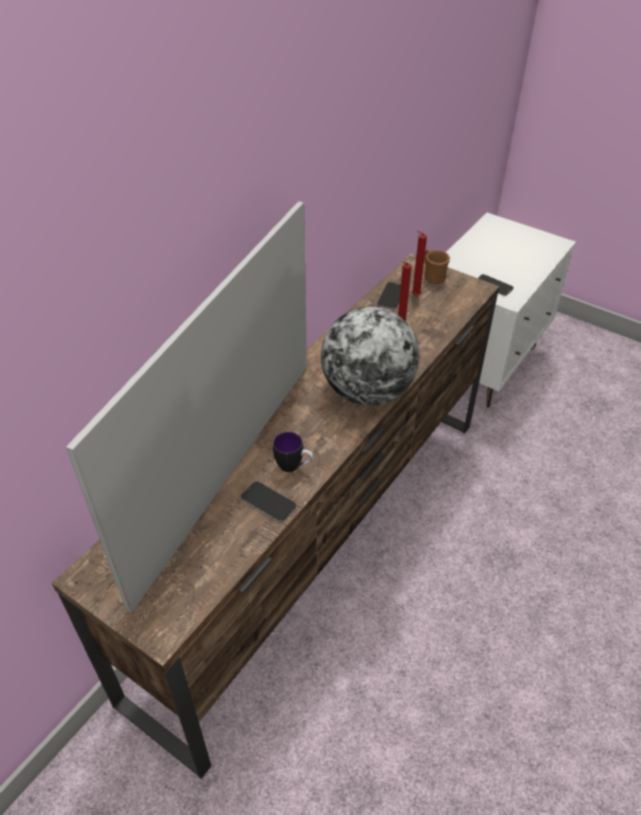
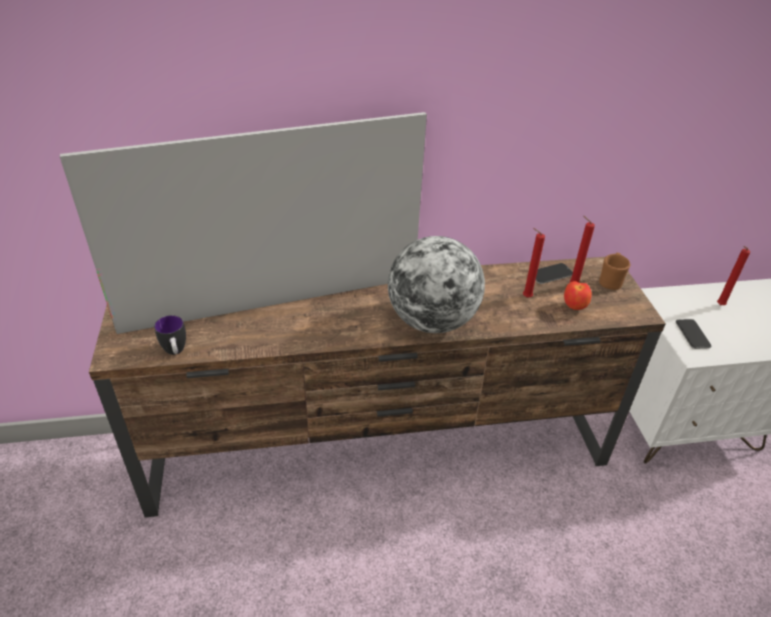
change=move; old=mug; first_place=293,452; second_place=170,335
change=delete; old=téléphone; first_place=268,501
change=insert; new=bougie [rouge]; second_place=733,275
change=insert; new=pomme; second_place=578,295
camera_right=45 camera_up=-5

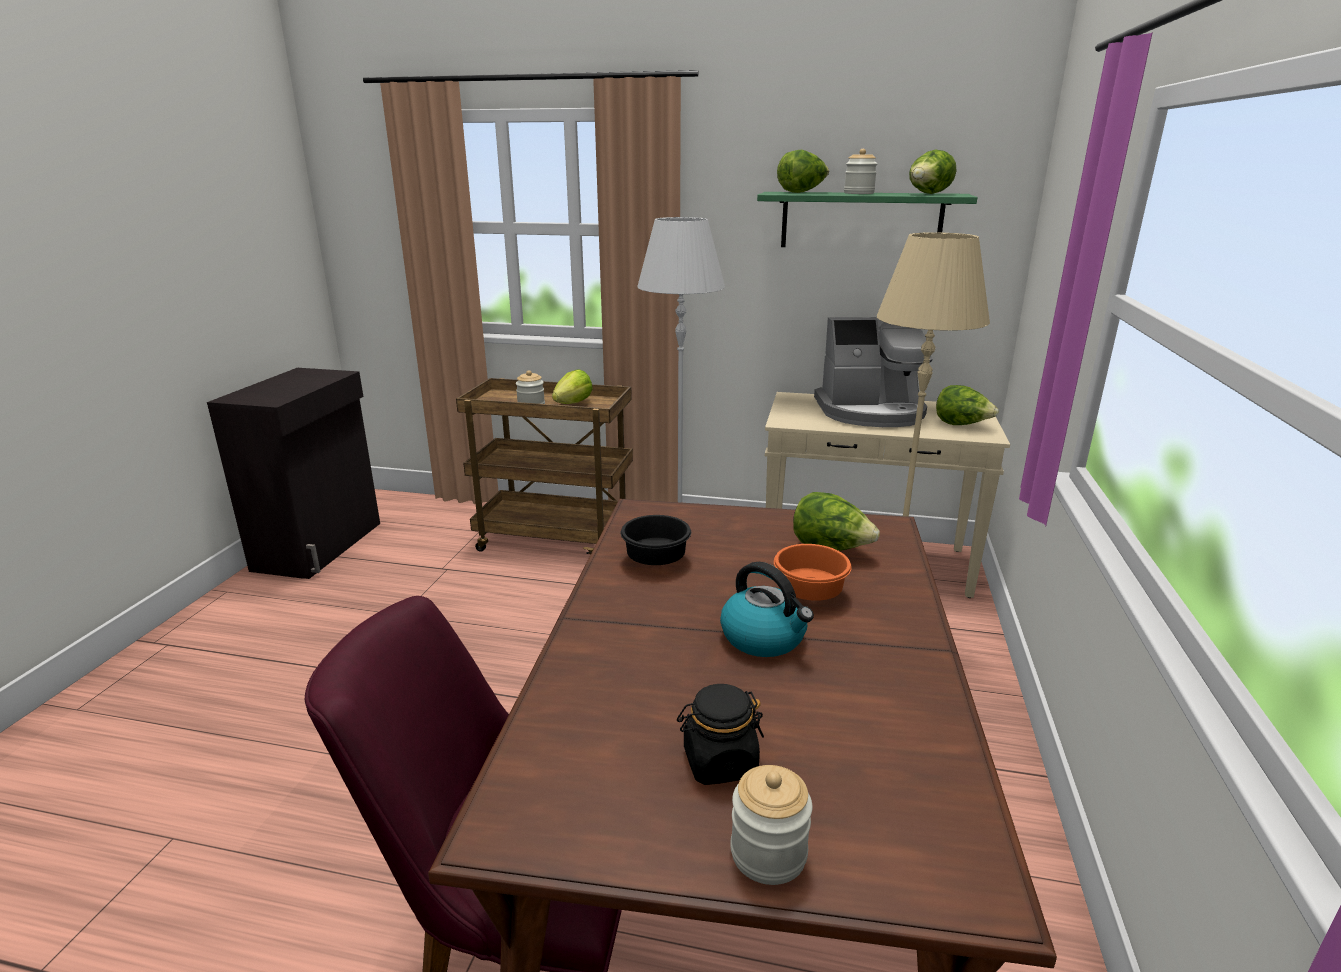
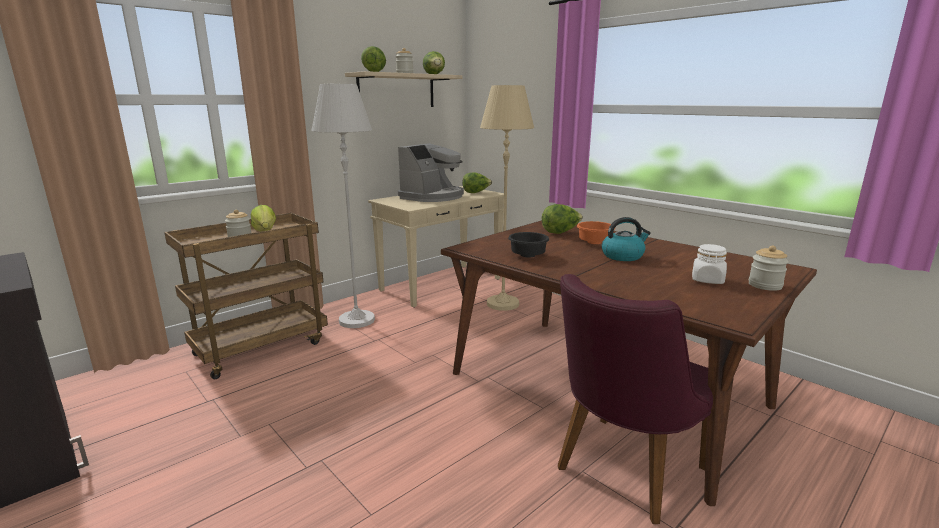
change=recolor; old=étagère [vert]; new=étagère [beige]; first_place=867,219; second_place=404,89
change=recolor; old=bocal [noir]; new=bocal [blanc]; first_place=720,734; second_place=709,264
camera_right=-55 camera_up=-5

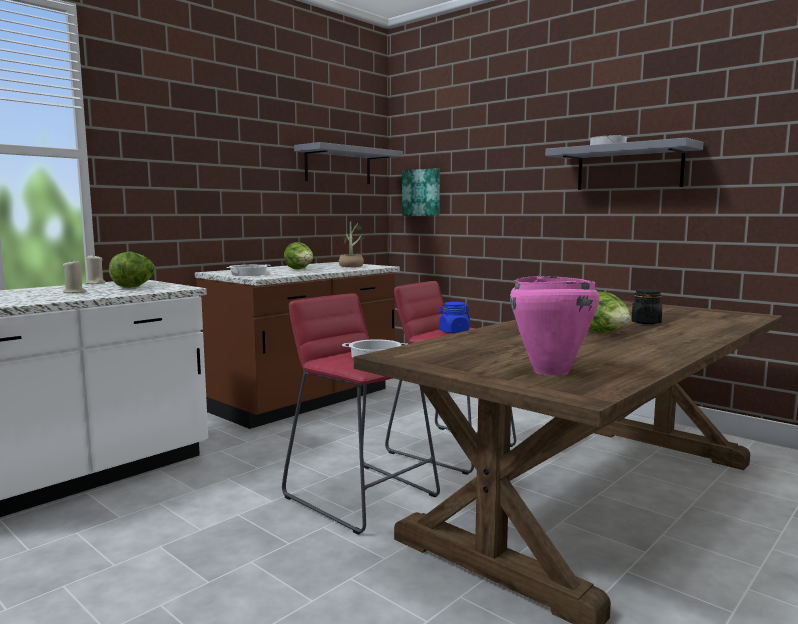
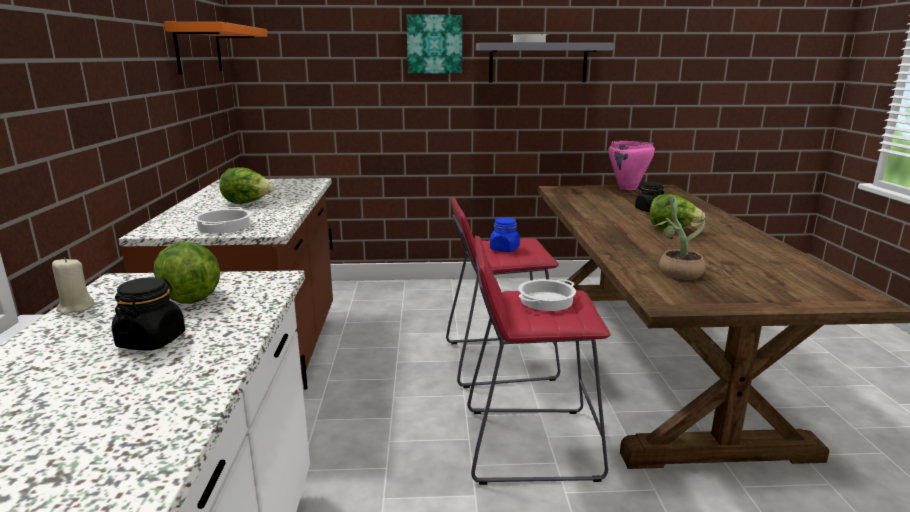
change=recolor; old=étagère [gris]; new=étagère [orange]; first_place=348,163; second_place=215,48
change=move; old=tableau; first_place=421,192; second_place=434,44
change=move; old=plante en pot; first_place=352,244; second_place=678,238
change=replace; old=bougie [beige]; new=bocal [noir]; first_place=74,277; second_place=148,313
change=move; old=marmite [rose]; first_place=555,326; second_place=631,165
camera_right=-45 camera_up=10

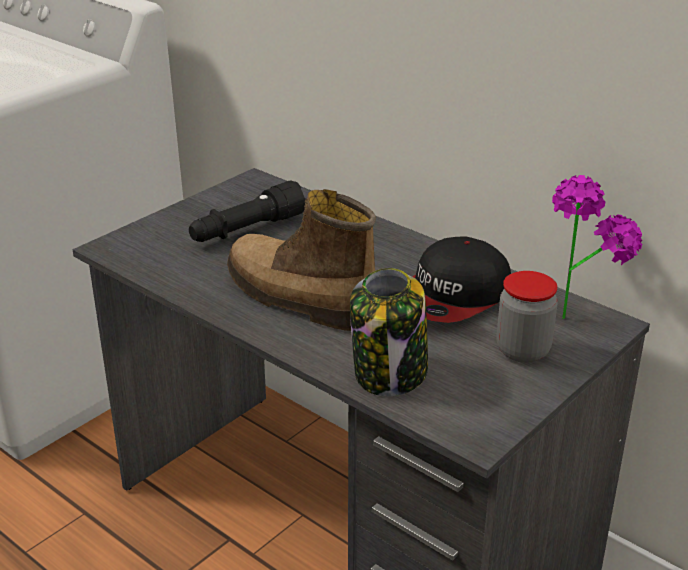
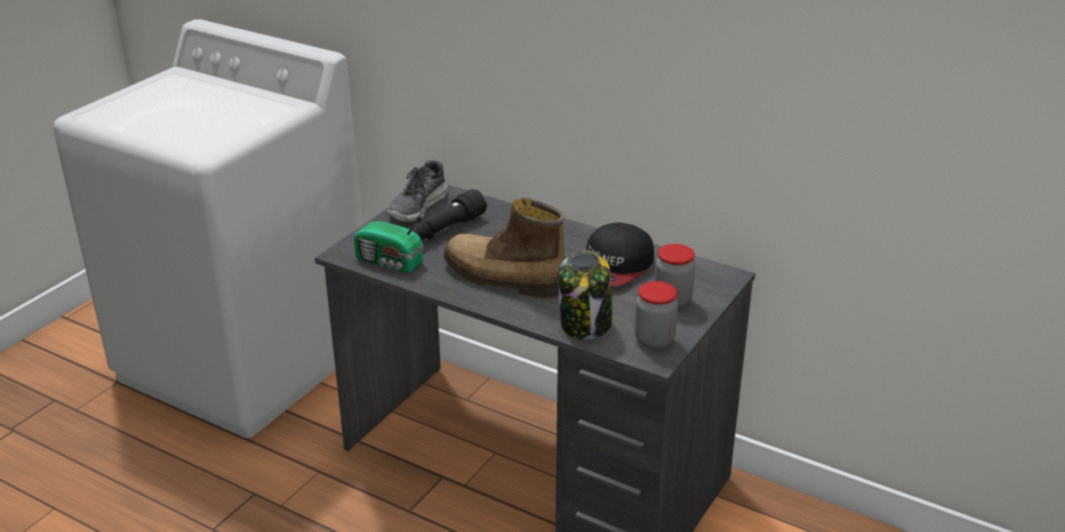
change=delete; old=plante en pot; first_place=597,247
change=insert; new=chaussure; second_place=417,191
change=insert; new=radio; second_place=390,239
change=insert; new=bocal; second_place=656,315
camera_right=-10 camera_up=0

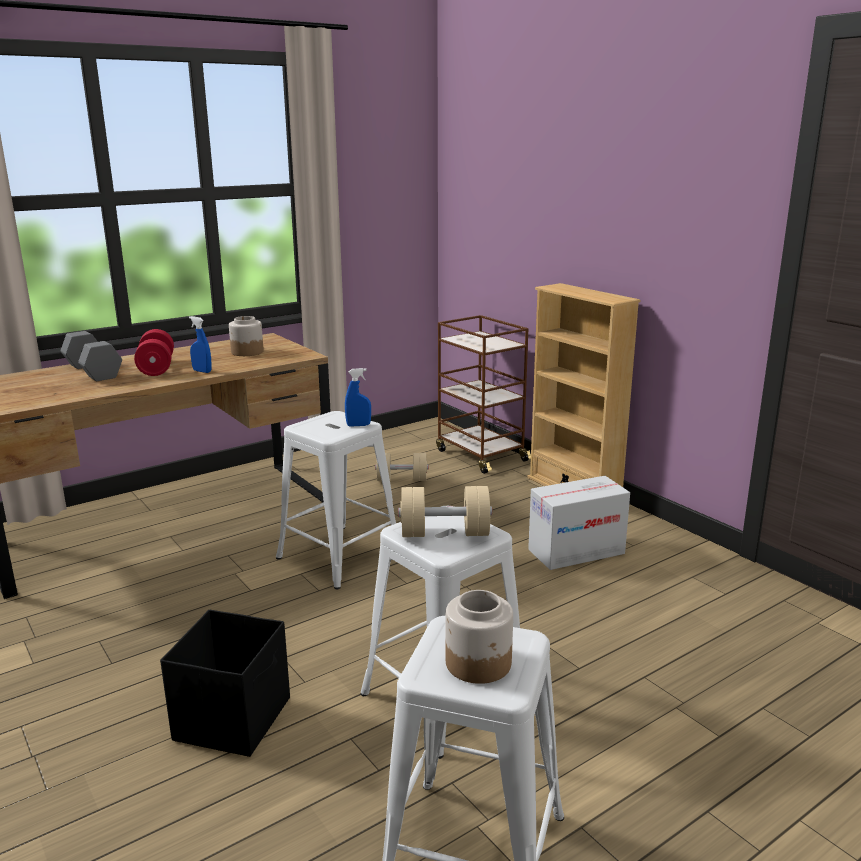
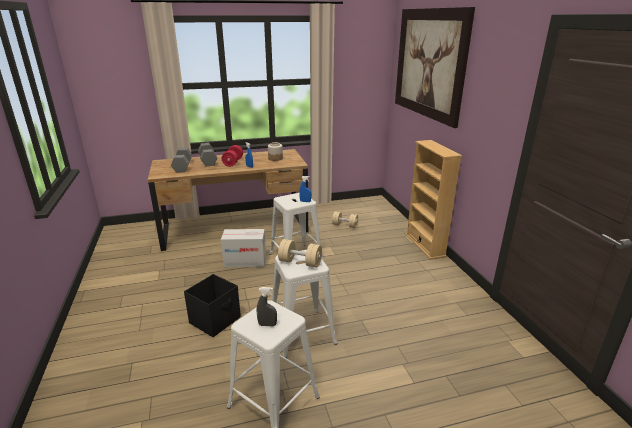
change=delete; old=chariot [marron]; first_place=483,394
change=move; old=carton; first_place=579,523; second_place=243,248
change=replace; old=bocal; new=vaporisateur [gris]; first_place=479,637; second_place=267,307
change=insert; new=tableau; second_place=435,67
change=insert; new=haltère [gris]; second_place=181,160
camera_right=20 camera_up=5

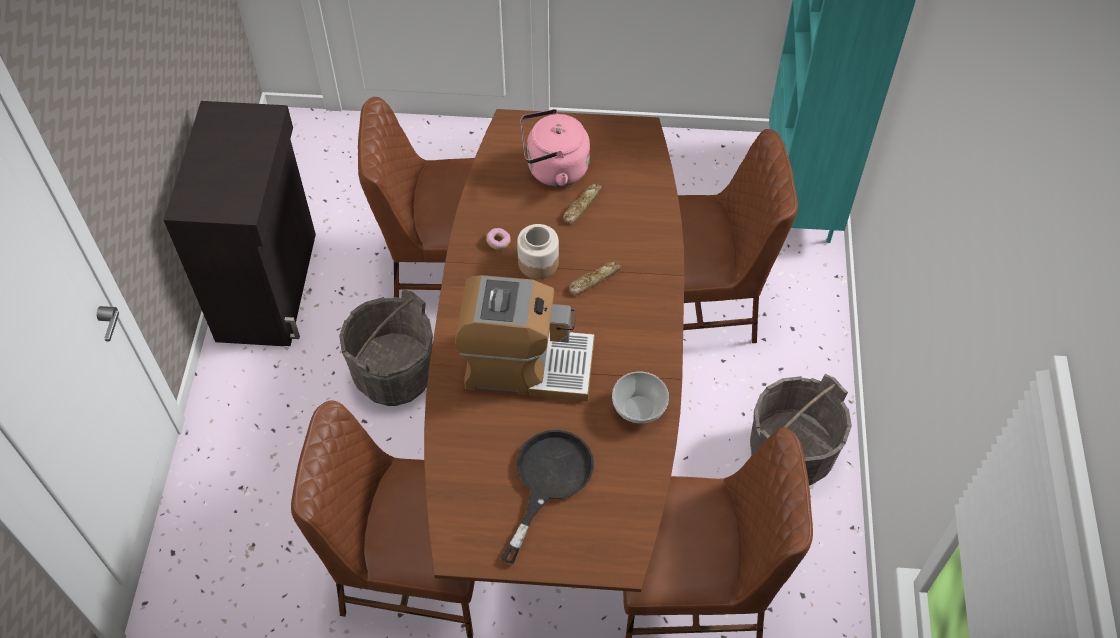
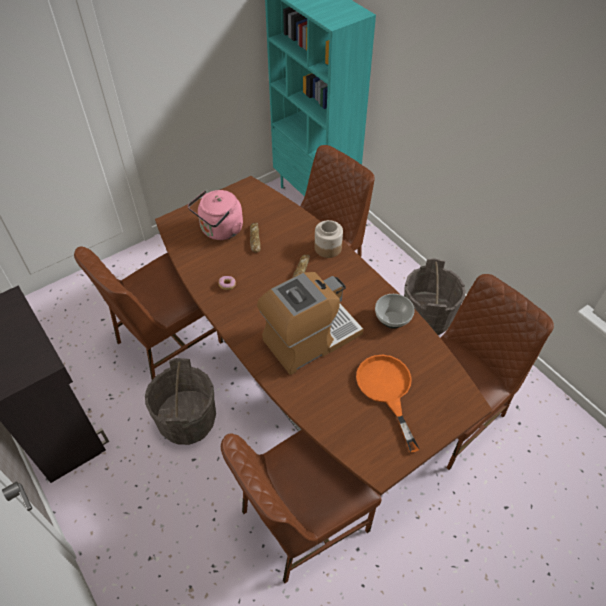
change=move; old=bocal; first_place=538,251; second_place=329,239
change=recolor; old=poêle [noir]; new=poêle [orange]; first_place=547,497; second_place=388,403
camera_right=-40 camera_up=-5

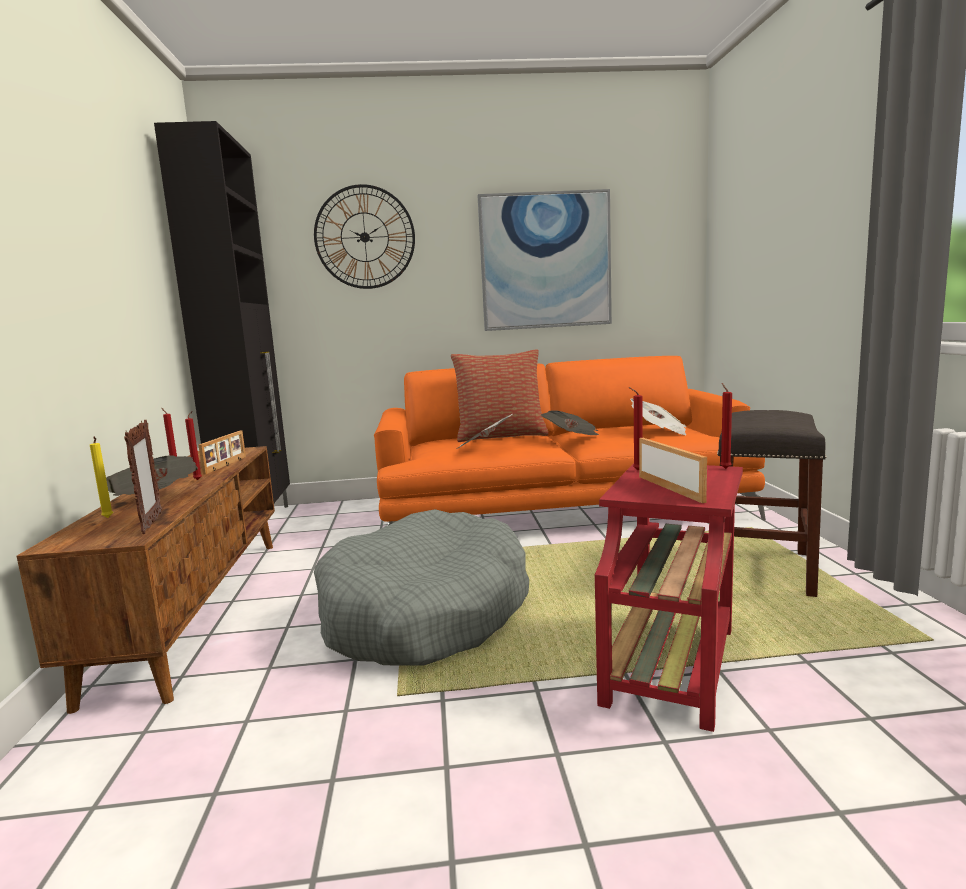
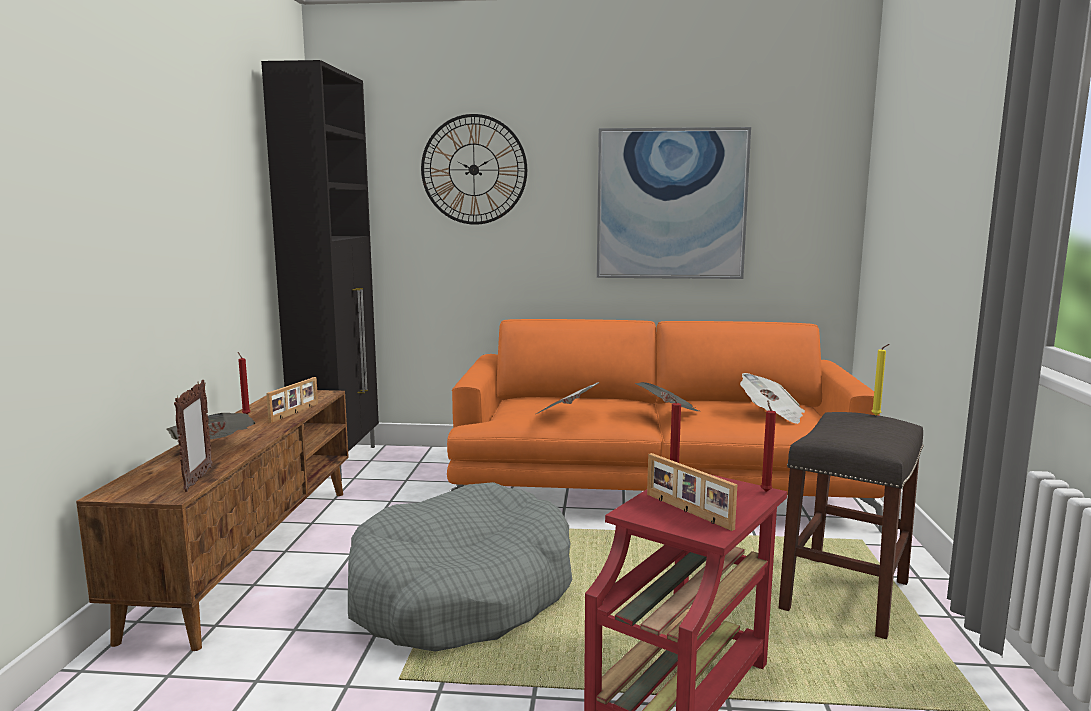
change=delete; old=coussin; first_place=500,395
change=delete; old=bougie [rouge]; first_place=193,445
change=move; old=bougie [jaune]; first_place=101,477; second_place=881,379
change=rotate; old=cadre photo; first_place=673,470; second_place=692,492; degrees=150
camera_right=10 camera_up=0

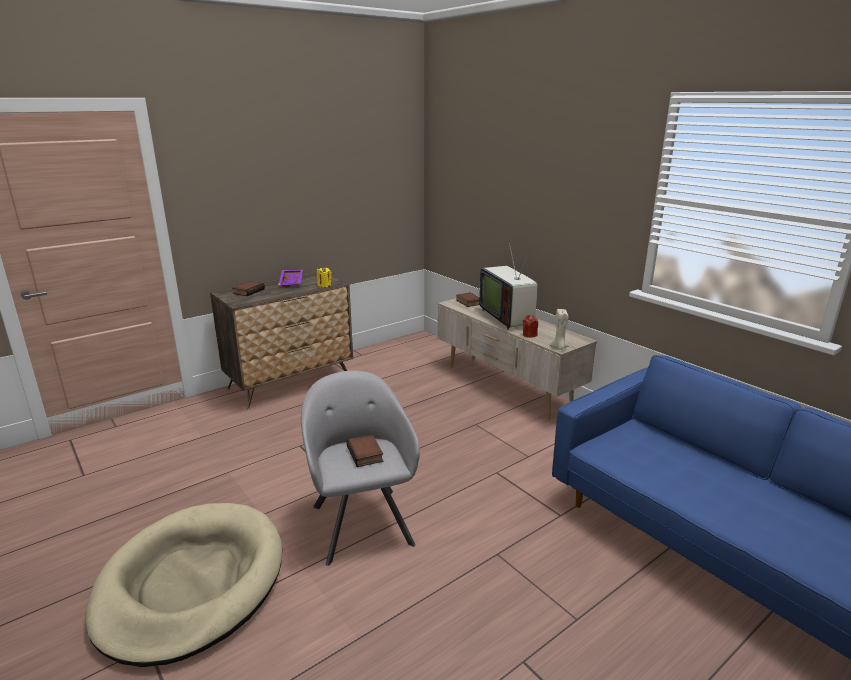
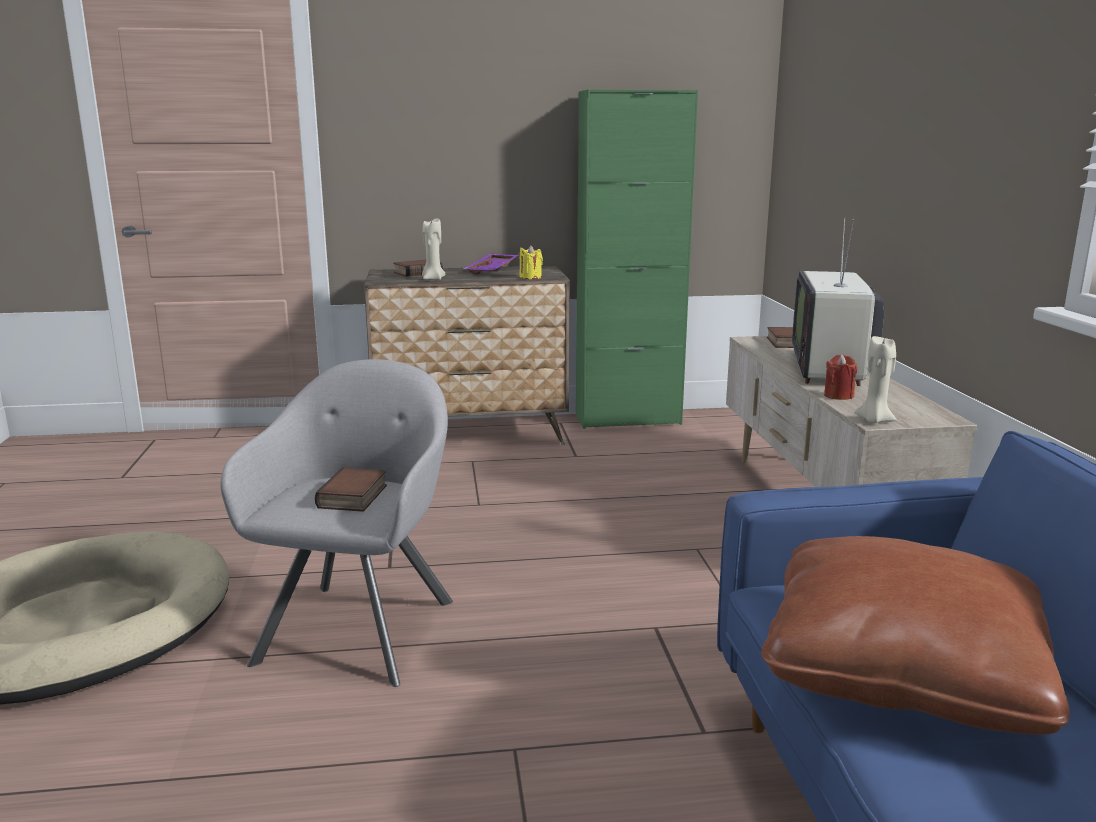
change=insert; new=meuble de rangement [vert]; second_place=637,259
change=insert; new=bougie [beige]; second_place=433,249
change=insert; new=coussin [marron]; second_place=916,635
camera_right=30 camera_up=-5

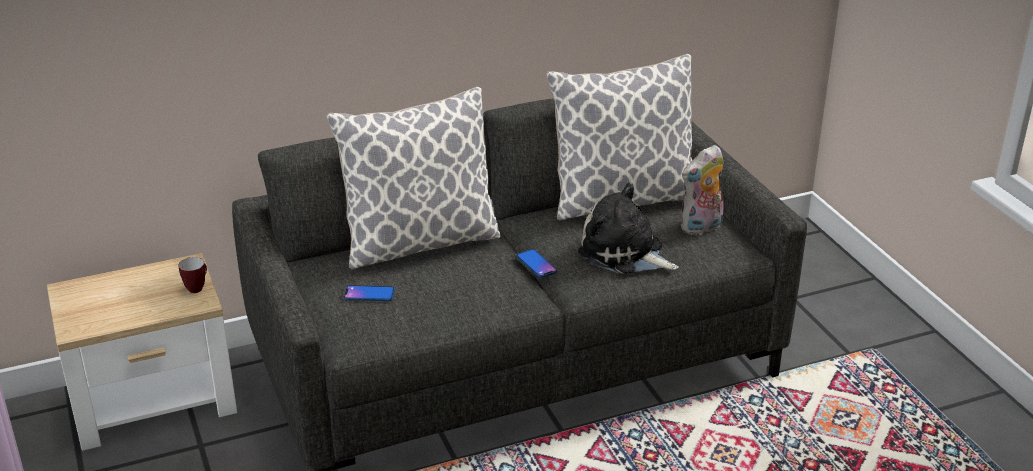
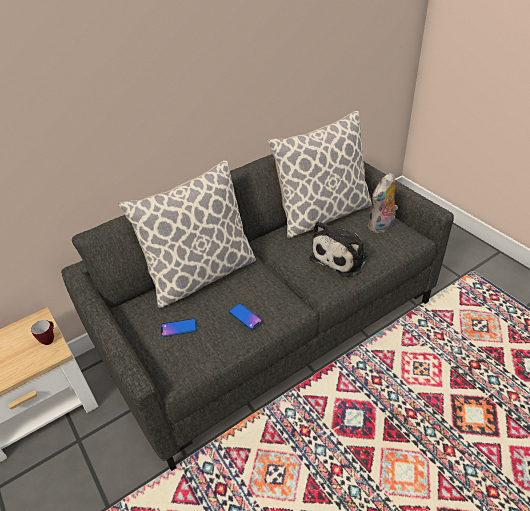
change=rotate; old=peluche; first_place=628,228; second_place=339,249; degrees=-75
change=move; old=téléphone; first_place=536,263; second_place=245,316
camera_right=-10 camera_up=10

